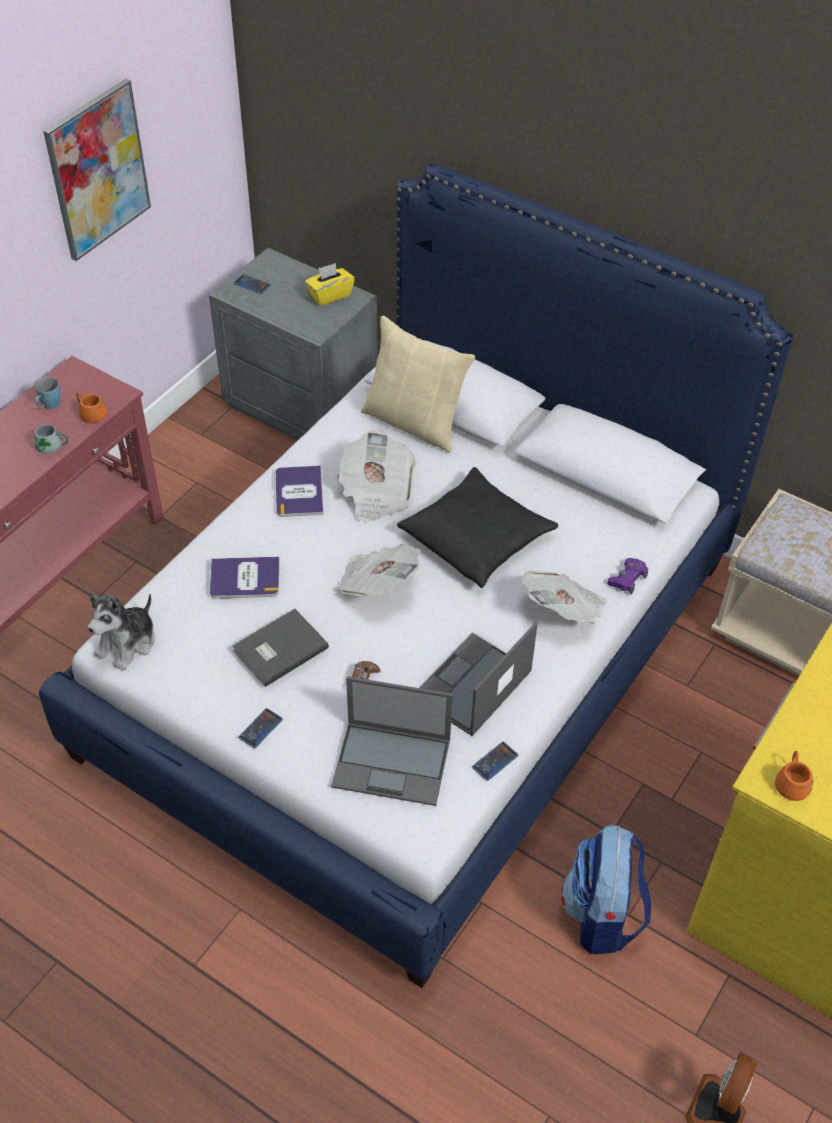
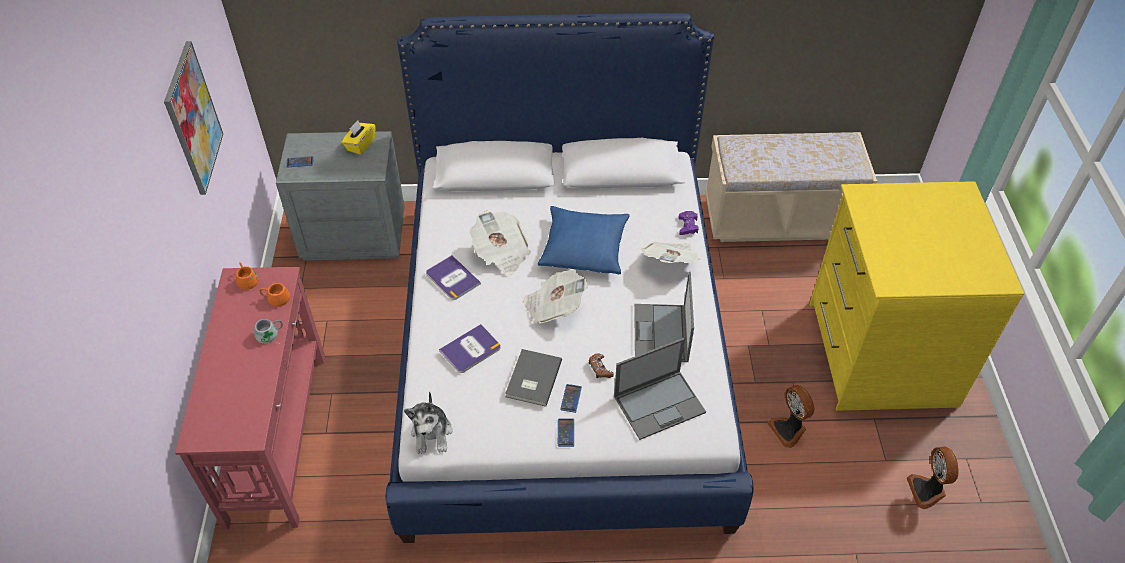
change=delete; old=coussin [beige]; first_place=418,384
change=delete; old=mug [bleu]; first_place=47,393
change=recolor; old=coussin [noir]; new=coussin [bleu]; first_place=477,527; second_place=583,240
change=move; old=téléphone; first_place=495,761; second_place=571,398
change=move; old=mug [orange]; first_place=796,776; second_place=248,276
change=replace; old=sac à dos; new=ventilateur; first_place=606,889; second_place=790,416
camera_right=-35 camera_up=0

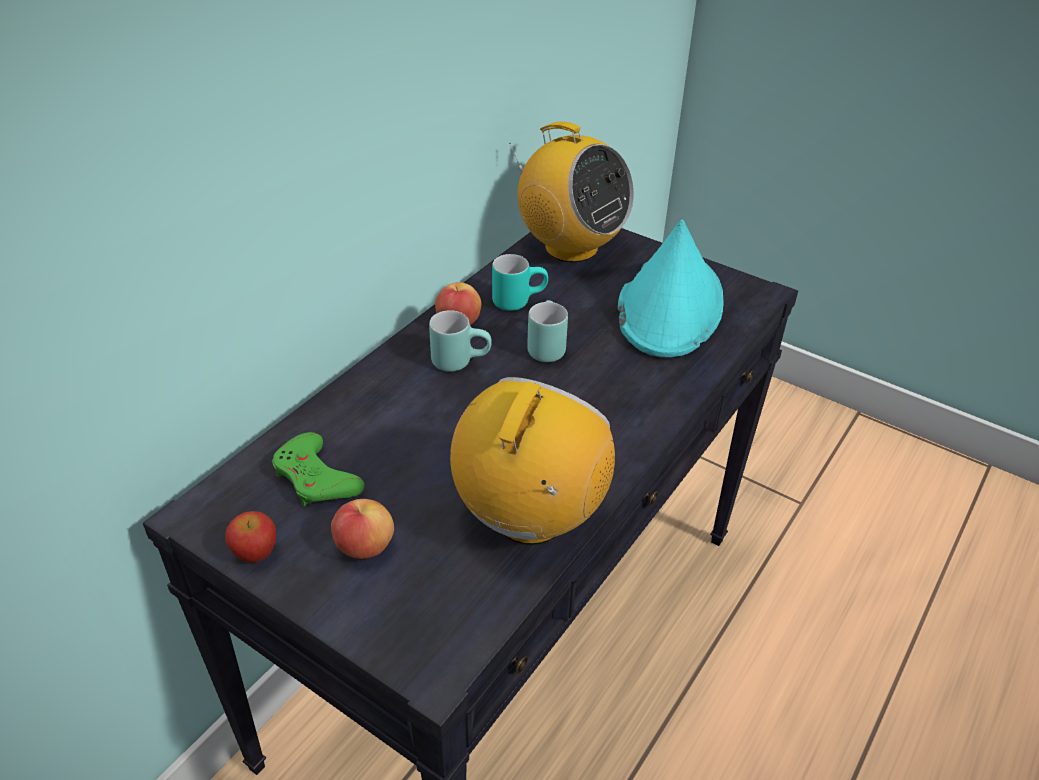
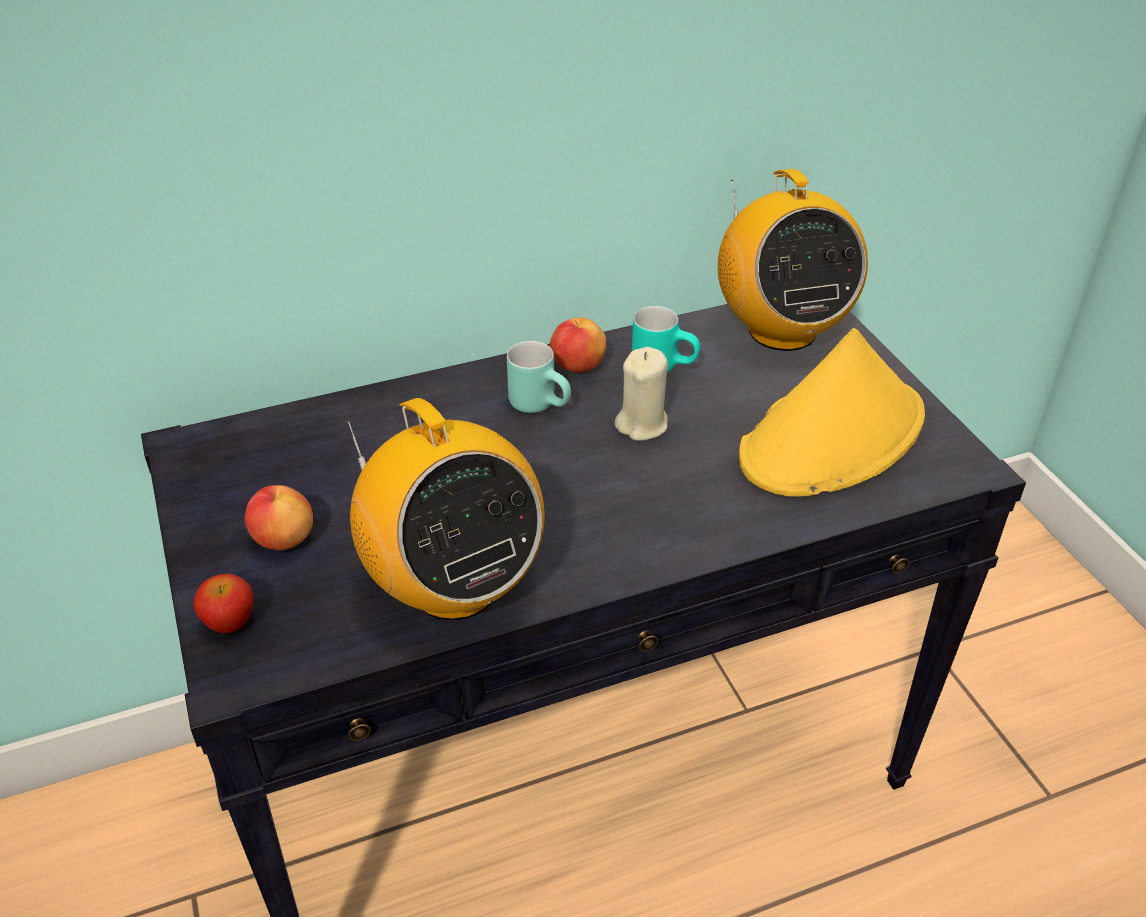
change=recolor; old=chapeau [turquoise]; new=chapeau [jaune]; first_place=671,288; second_place=832,412
change=replace; old=mug [turquoise]; new=bougie [beige]; first_place=547,331; second_place=641,394
change=rotate; old=radio; first_place=532,461; second_place=445,509; degrees=90
change=delete; old=manette [vert]; first_place=318,469
change=move; old=pomme; first_place=250,537; second_place=224,603
camera_right=35 camera_up=0

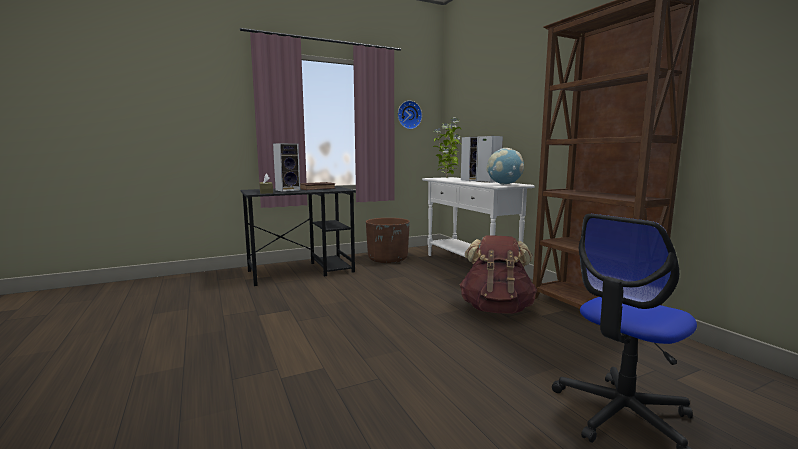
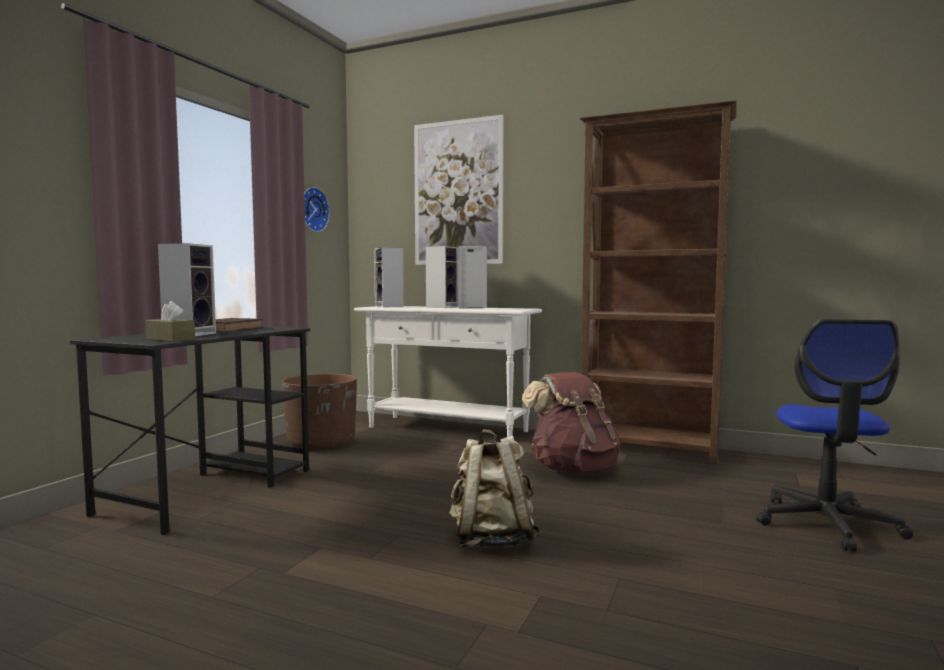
change=replace; old=plante en pot; new=enceinte; first_place=447,148; second_place=389,277
change=delete; old=globe; first_place=505,166
change=insert; new=tableau; second_place=459,190
change=insert; new=sac à dos [beige]; second_place=494,489
camera_right=-40 camera_up=-5

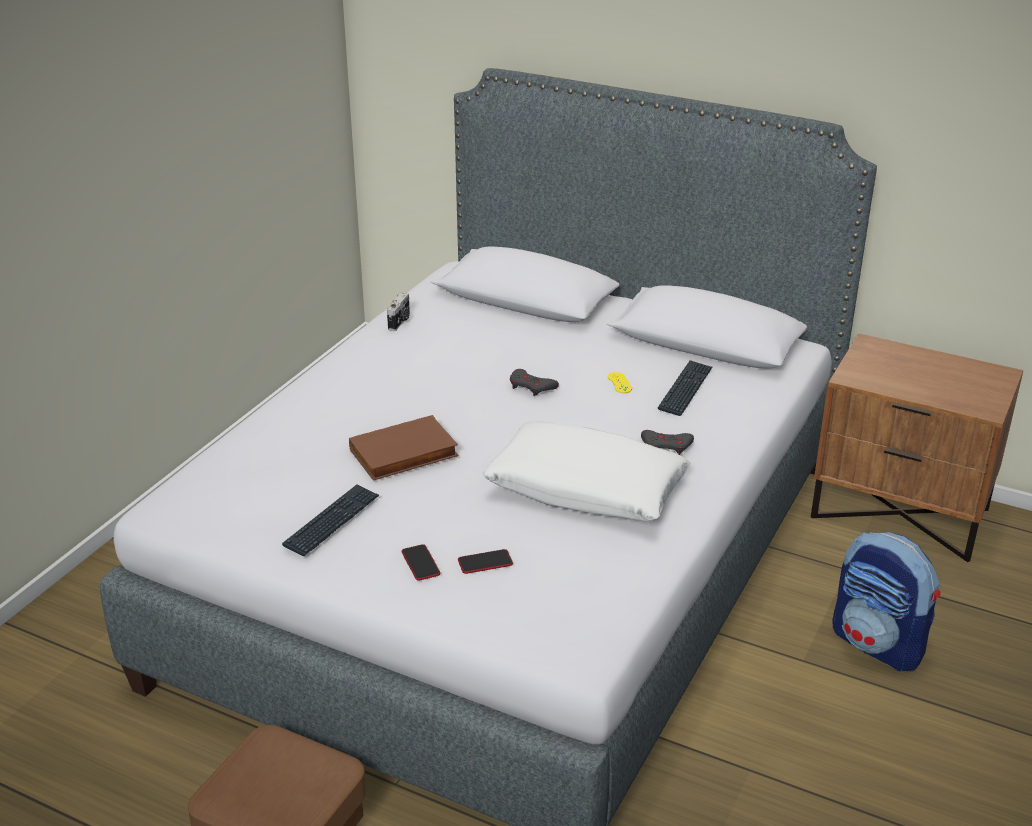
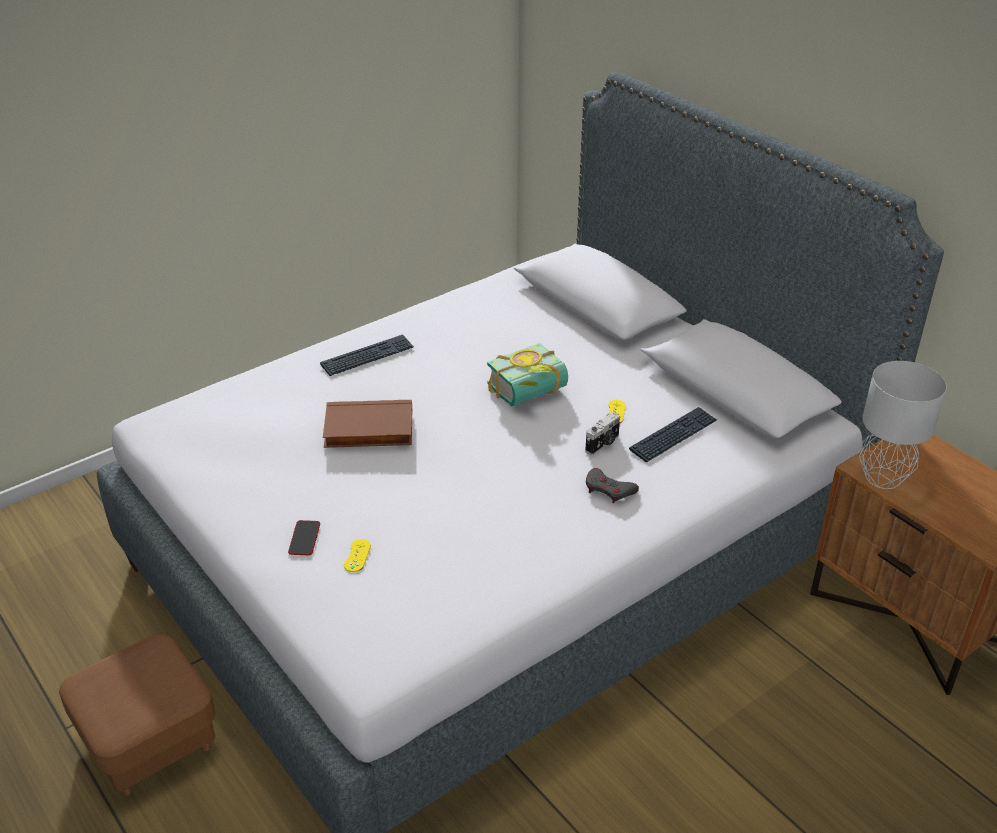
change=move; old=appareil photo; first_place=398,311; second_place=602,433
change=replace; old=manette [gris]; new=livre; first_place=534,382; second_place=527,374
change=delete; old=coussin [blanc]; first_place=587,471
change=move; old=clavier; first_place=330,520; second_place=367,355
change=delete; old=sac à dos; first_place=886,601
change=replace; old=téléphone; new=manette [jaune]; first_place=485,561; second_place=357,555
change=insert; new=lampe de table [gris]; second_place=903,425
camera_right=25 camera_up=5

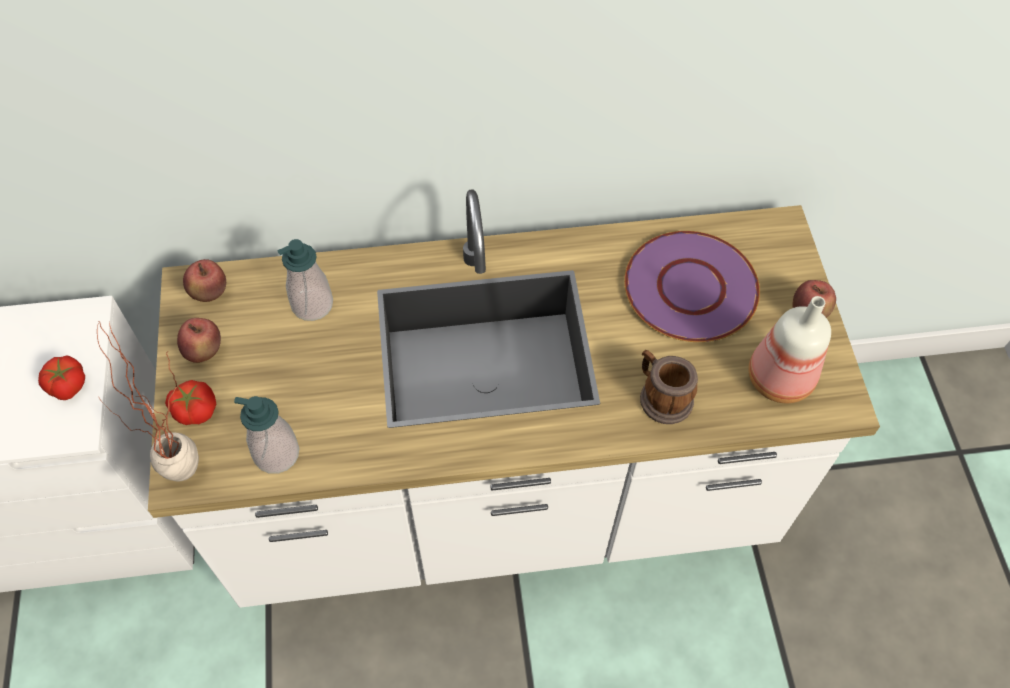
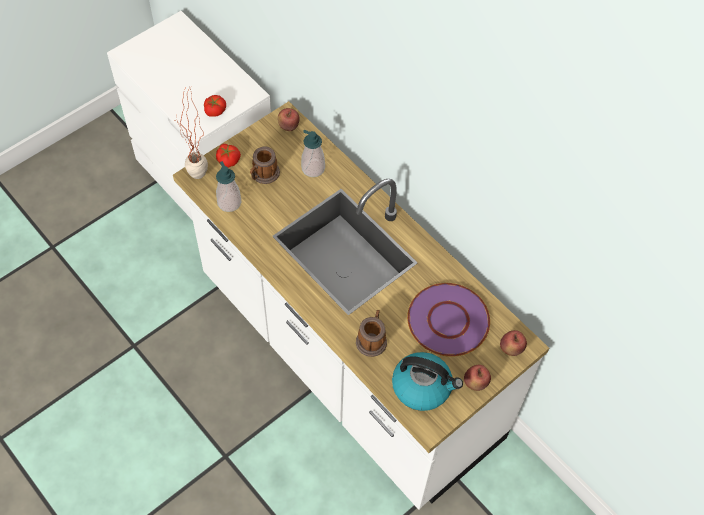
change=replace; old=bouteille; new=bouilloire; first_place=789,349; second_place=427,381
change=move; old=pomme; first_place=199,340; second_place=513,343
change=insert; new=mug; second_place=265,165
camera_right=55 camera_up=0

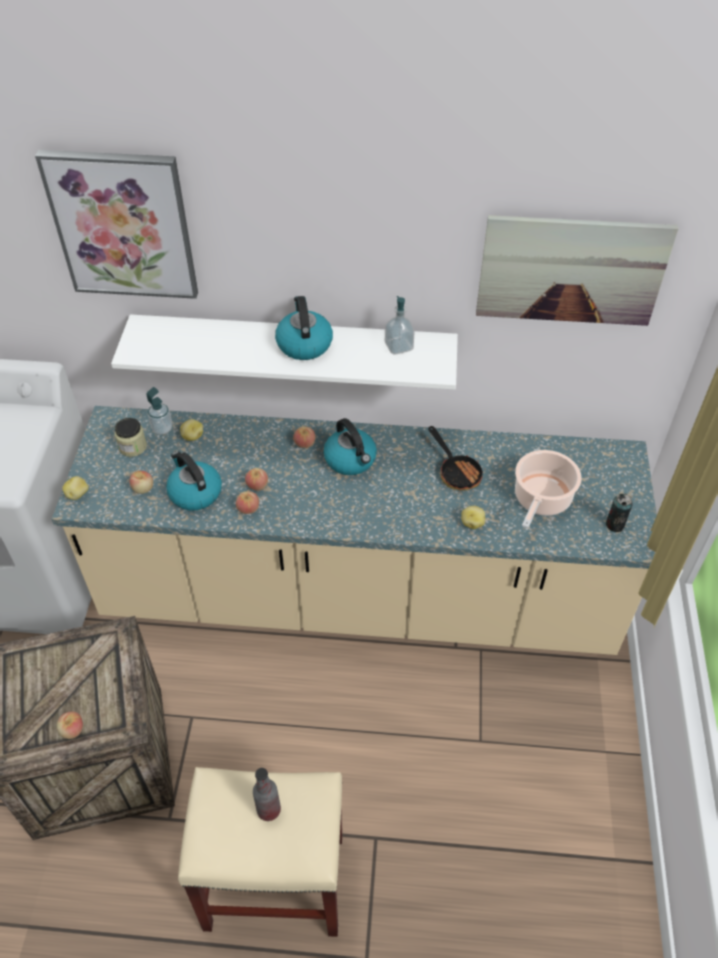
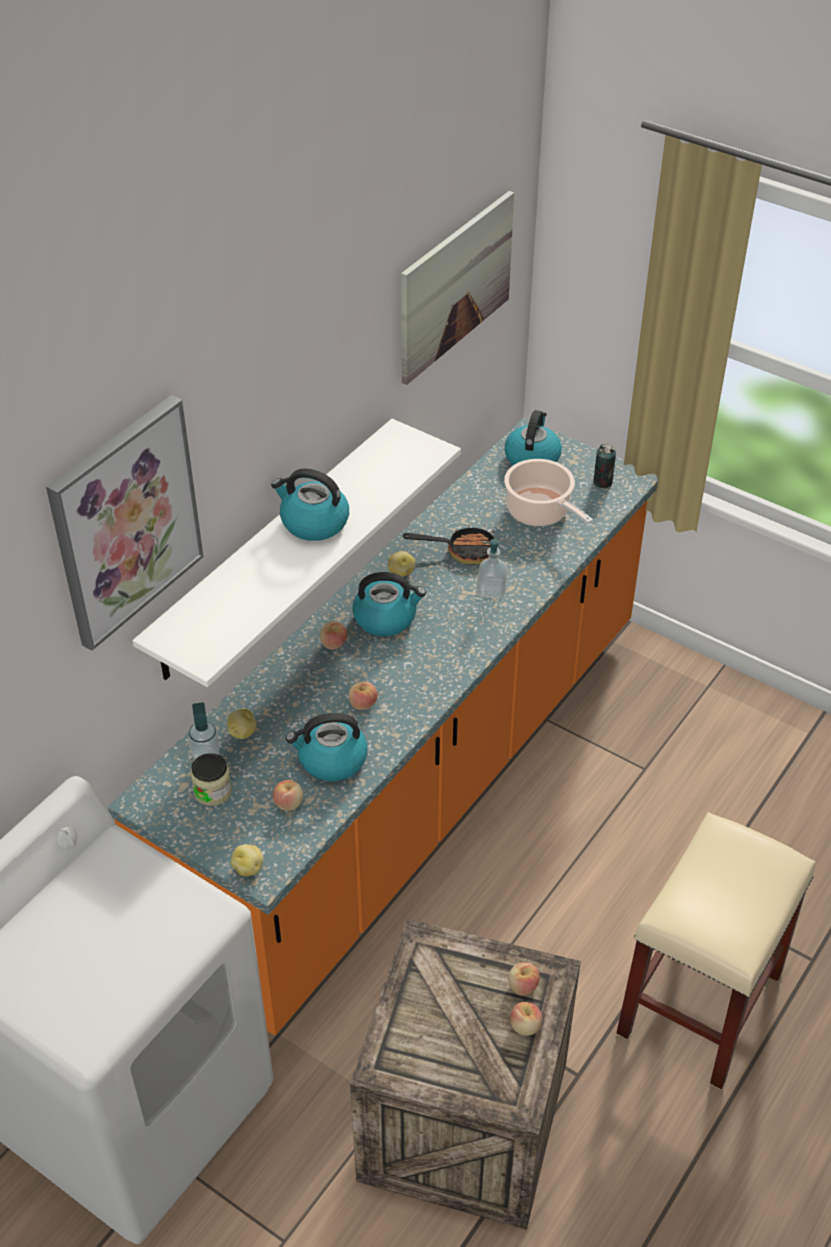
change=move; old=distributeur de savon; first_place=400,325; second_place=492,568
change=recolor; old=comptoir de cuisine [beige]; new=comptoir de cuisine [orange]; first_place=354,530; second_place=383,726
change=move; old=pomme; first_place=247,502; second_place=524,978
change=move; old=pomme de terre; first_place=473,517; second_place=402,564
change=delete; old=bouteille; first_place=267,794
change=insert; new=bouilloire; second_place=533,437
camera_right=-60 camera_up=-5

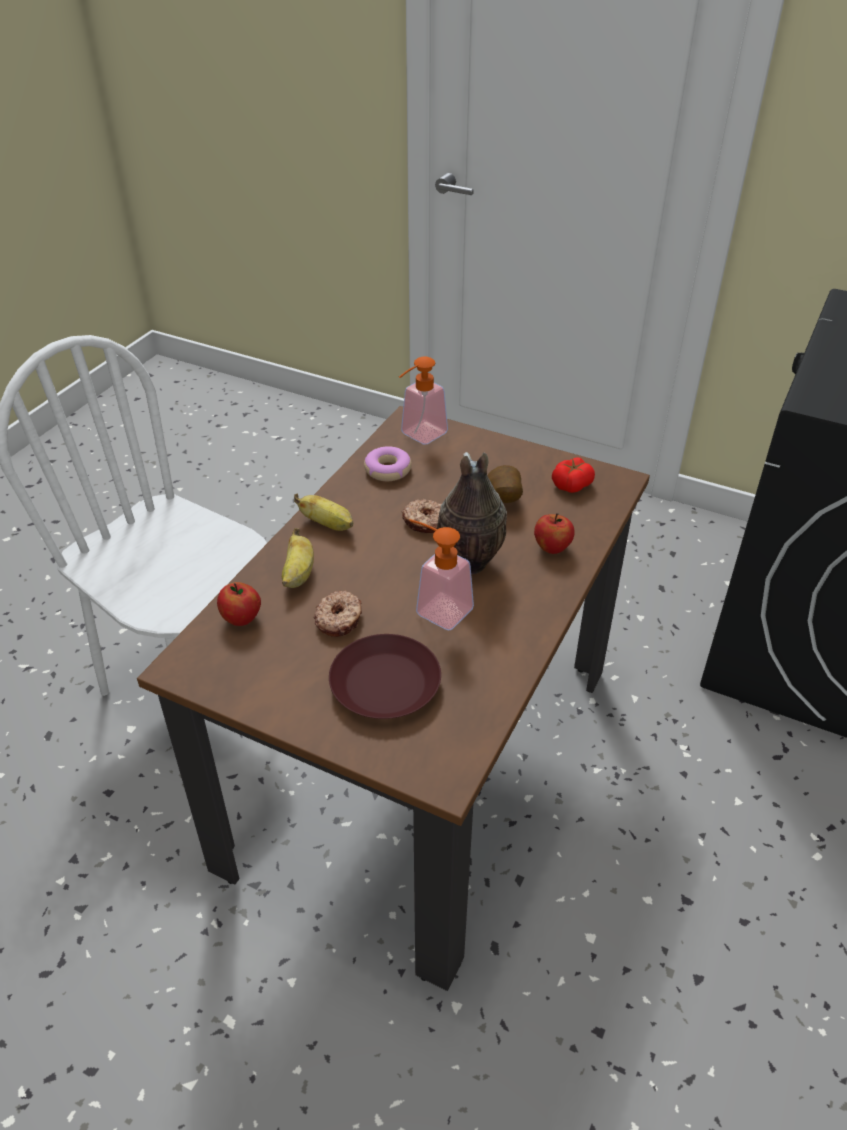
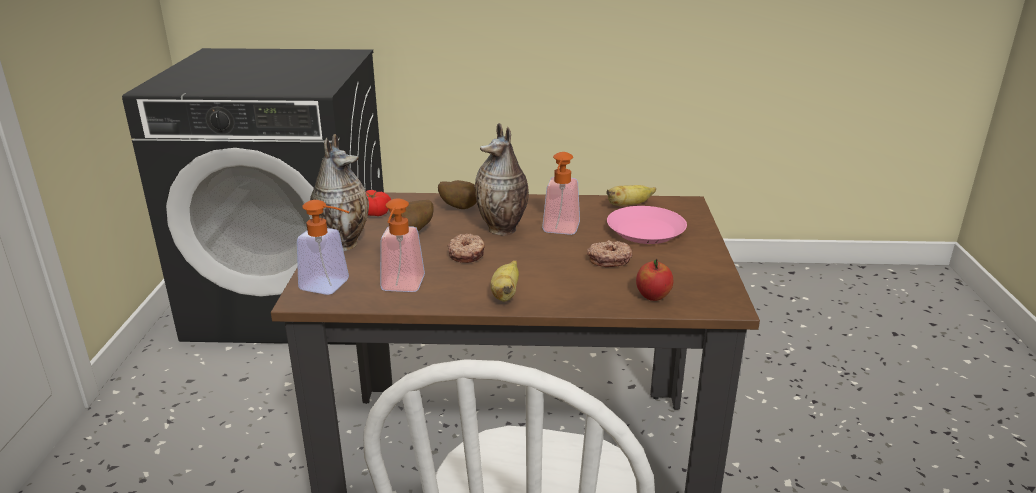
change=replace; old=beignet; new=distributeur de savon; first_place=388,463; second_place=402,245
change=replace; old=pomme; new=pomme de terre; first_place=554,533; second_place=457,194
change=move; old=banane; first_place=298,558; second_place=631,195
change=recolor; old=assiette [marron]; new=assiette [rose]; first_place=385,676; second_place=647,225
change=insert; new=vase; second_place=339,192
camera_right=-115 camera_up=-15

